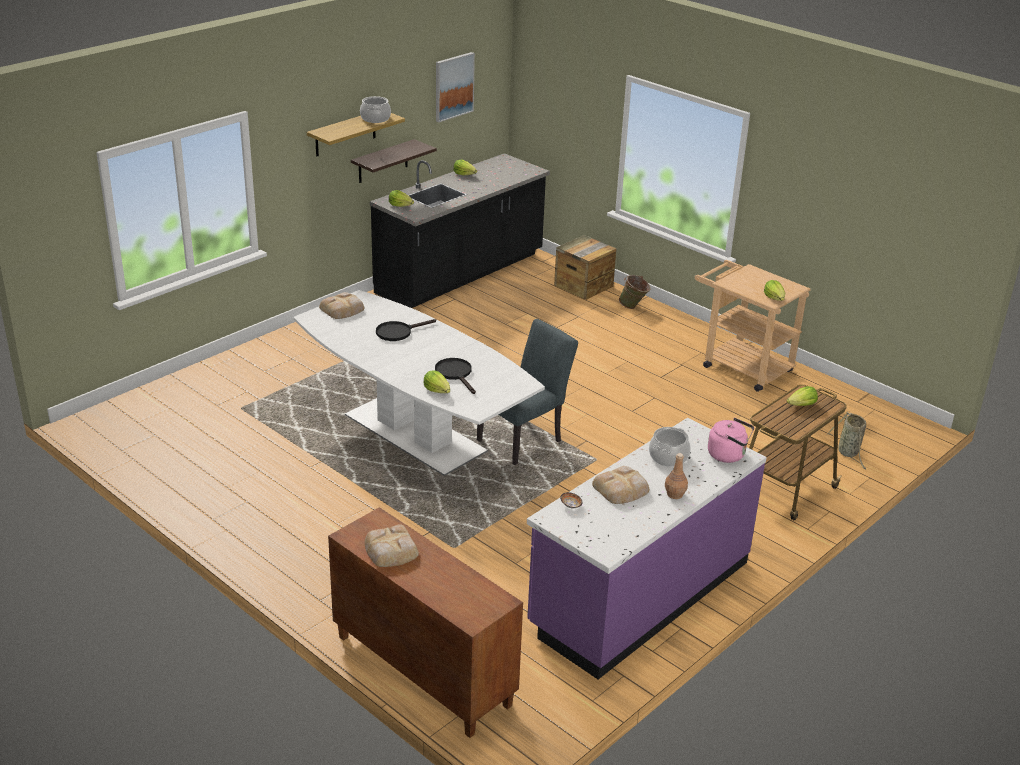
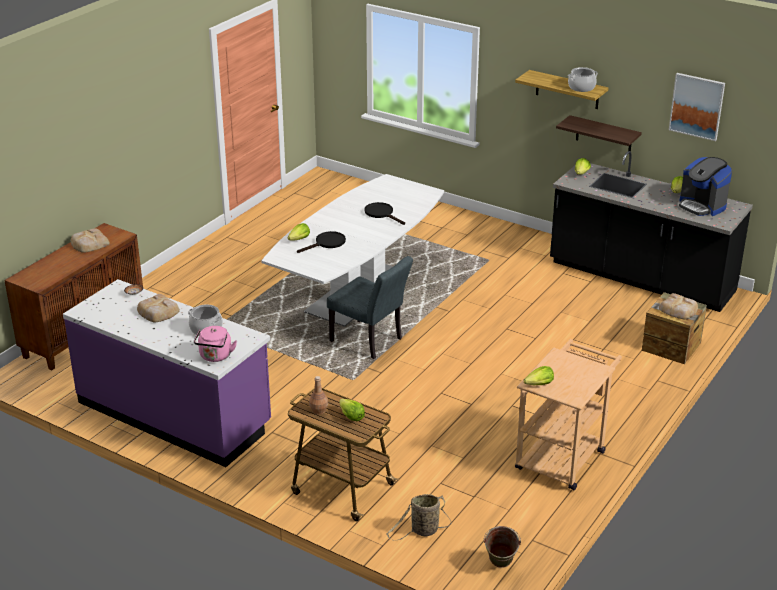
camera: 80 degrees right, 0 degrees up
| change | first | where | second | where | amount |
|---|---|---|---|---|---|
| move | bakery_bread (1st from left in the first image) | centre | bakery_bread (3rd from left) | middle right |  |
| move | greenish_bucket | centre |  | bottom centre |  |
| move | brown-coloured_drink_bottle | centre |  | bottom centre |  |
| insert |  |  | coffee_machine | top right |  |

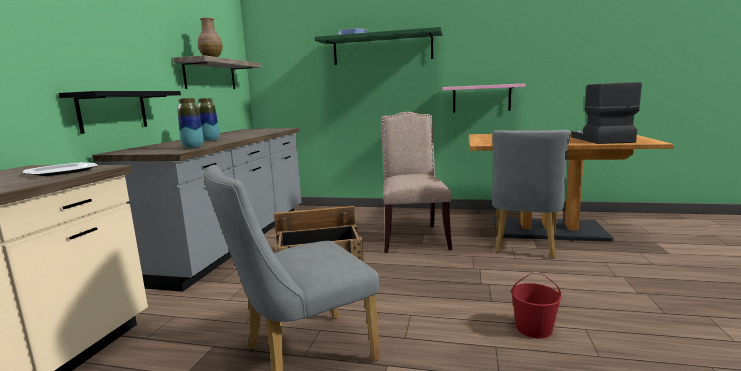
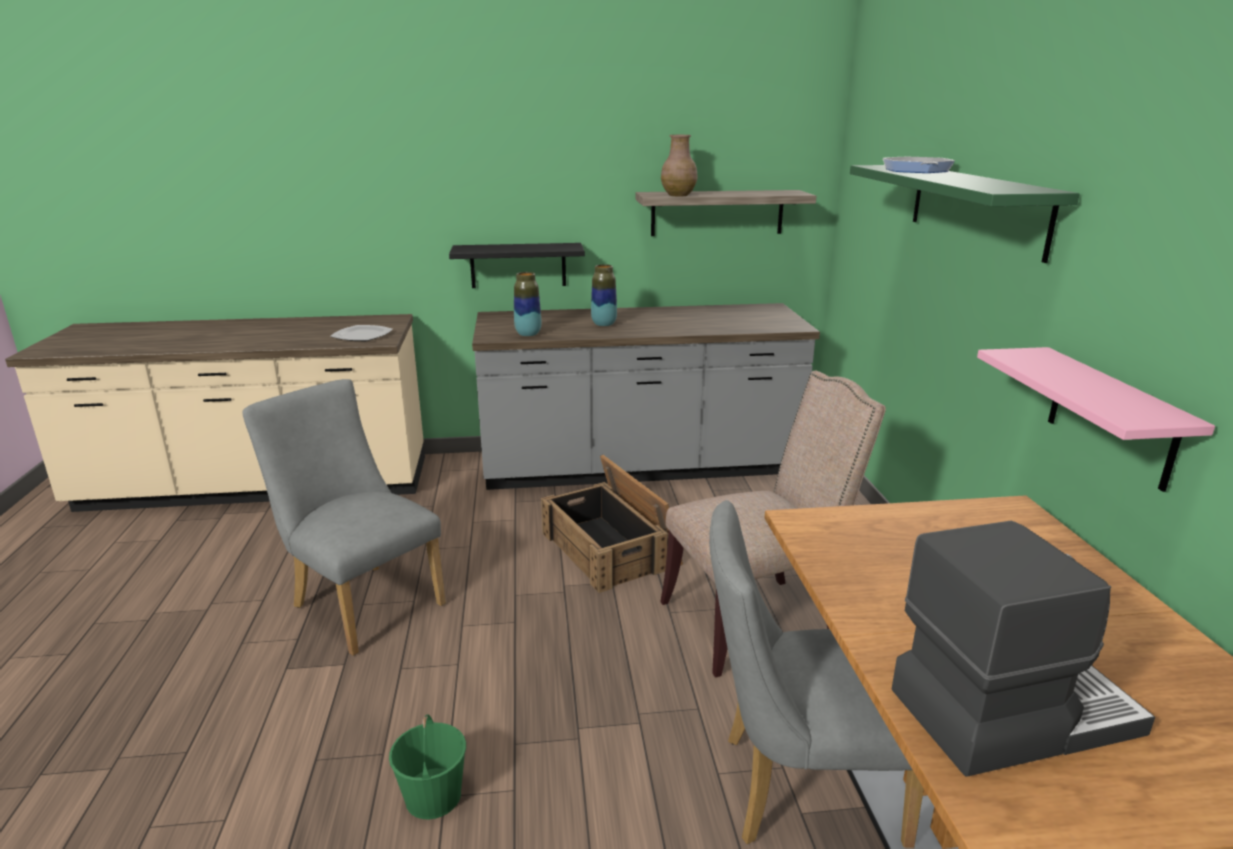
camera: 70 degrees right, 10 degrees up
| change | first | where | second | where | amount |
|---|---|---|---|---|---|
| recolor | red-coloured_bucket | bottom right | greenish_bucket | bottom centre |  |

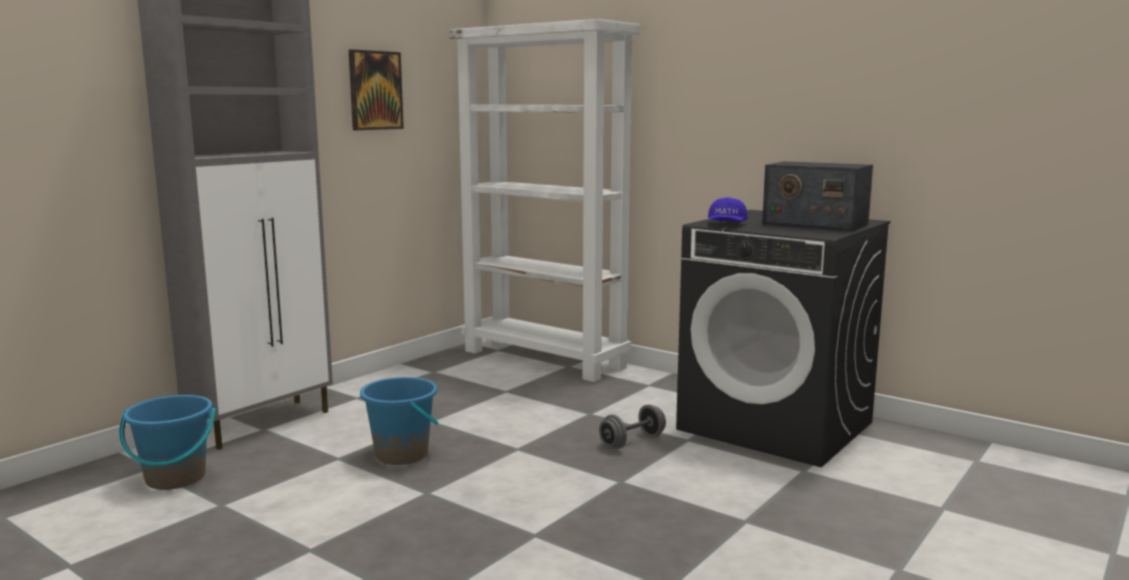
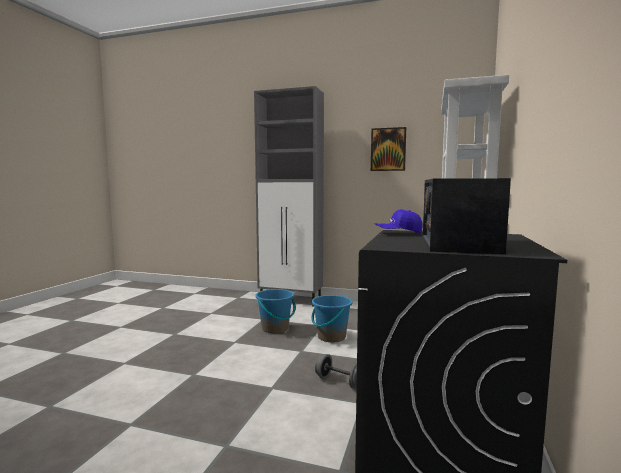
camera: 70 degrees right, 5 degrees down
| change | first | where | second | where | amount |
|---|---|---|---|---|---|
| move | blue_bucket (1st from left in the first image) | bottom left | blue_bucket (2nd from left) | bottom centre |  |

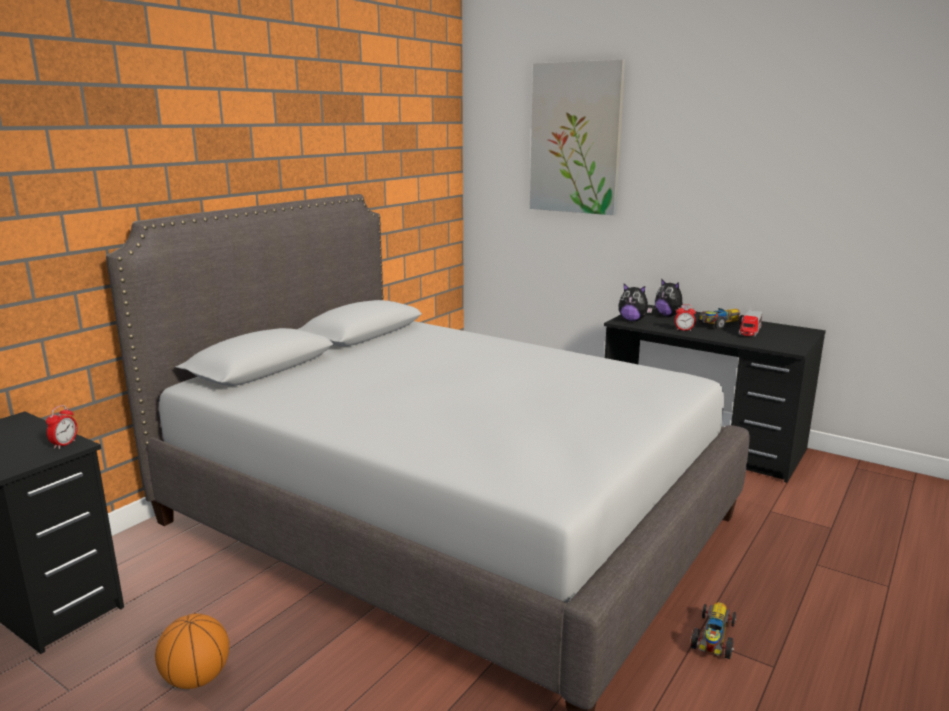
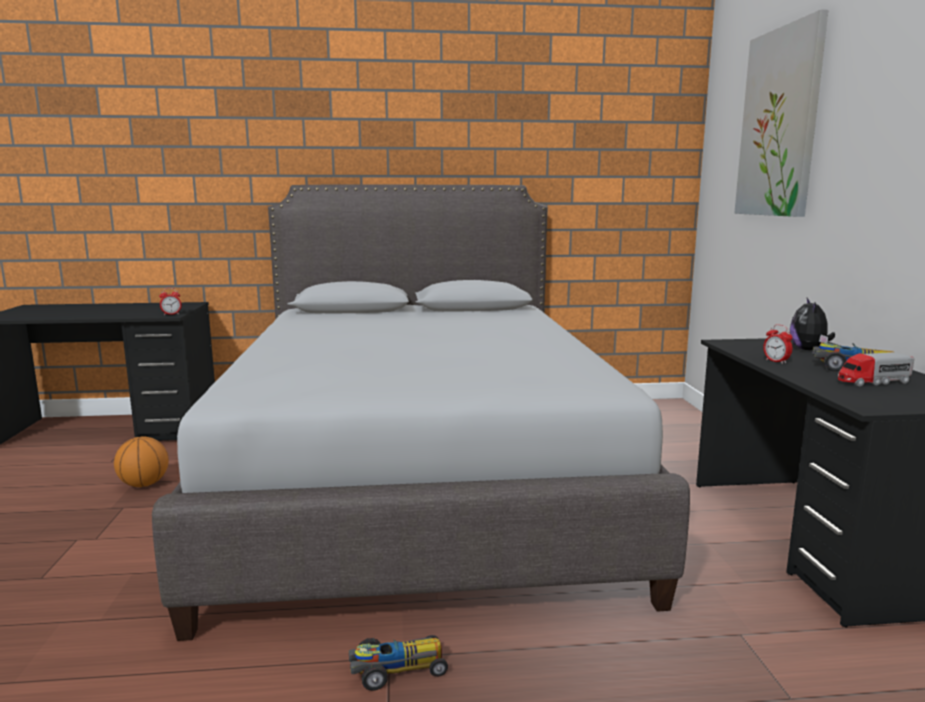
camera: 50 degrees right, 5 degrees down
| change | first | where | second | where | amount |
|---|---|---|---|---|---|
| delete | soft_toy (1st from left) | middle right |  |  |  |

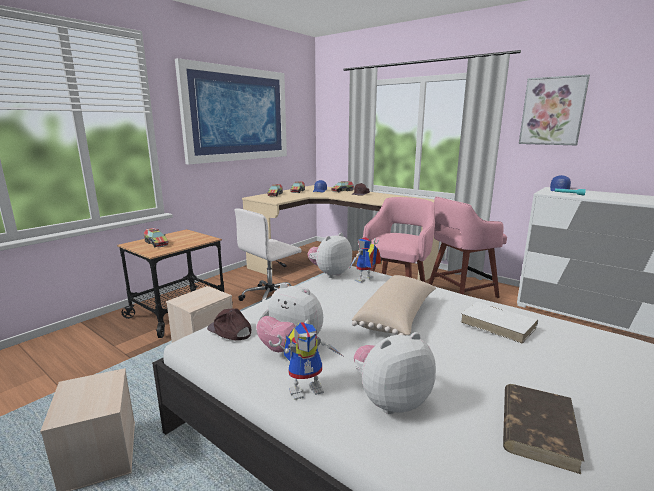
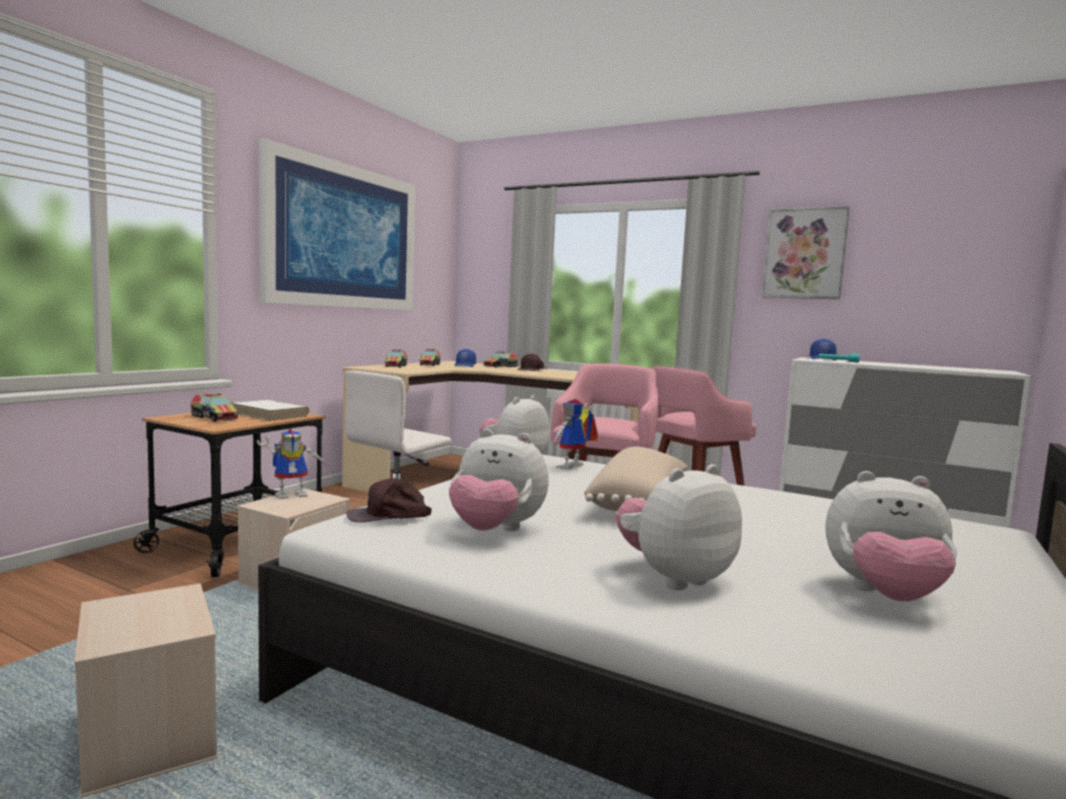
camera: 10 degrees left, 10 degrees down
| change | first | where | second | where | amount |
|---|---|---|---|---|---|
| rotate | brown-coloured_cap (1st from left) | centre |  | centre | 45 degrees counterclockwise |
| move | robot_figure (1st from left) | bottom centre |  | middle left |  |
| move | white_volume | middle right |  | middle left |  |
| replace | brown-coloured_volume | bottom right | soft_toy (4th from left) | bottom right |  |

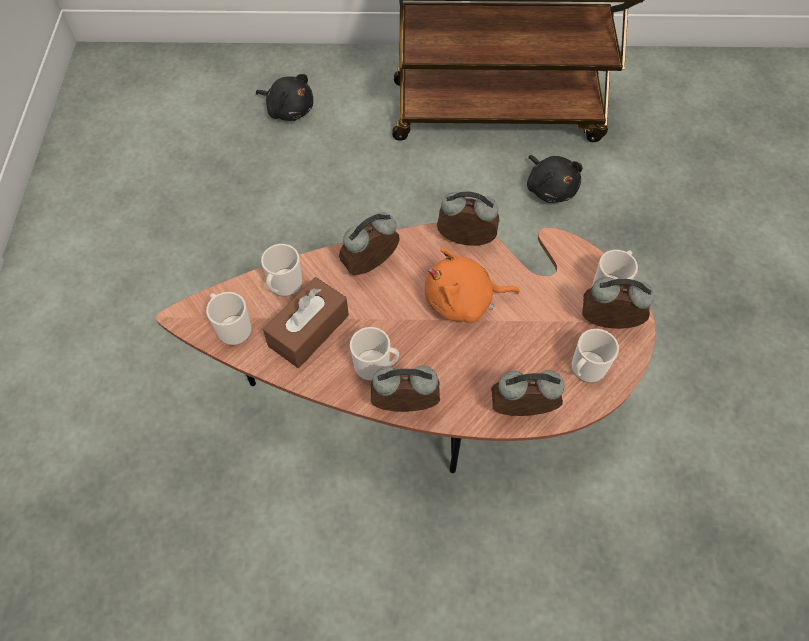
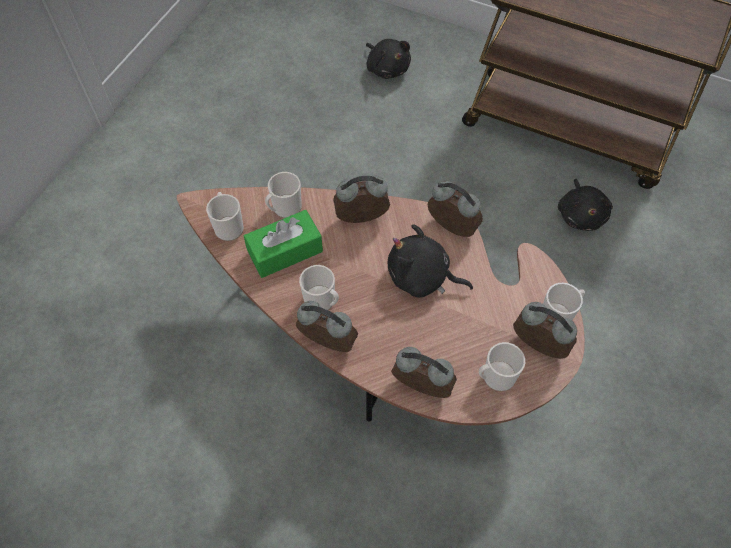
camera: 25 degrees right, 0 degrees up
| change | first | where | second | where | amount |
|---|---|---|---|---|---|
| recolor | brown-coloured_tissue_holder | centre | greenish_tissue_holder | centre |  |
| recolor | orange_soft_toy | centre | black-coloured_soft_toy (2nd from left) | centre |  |

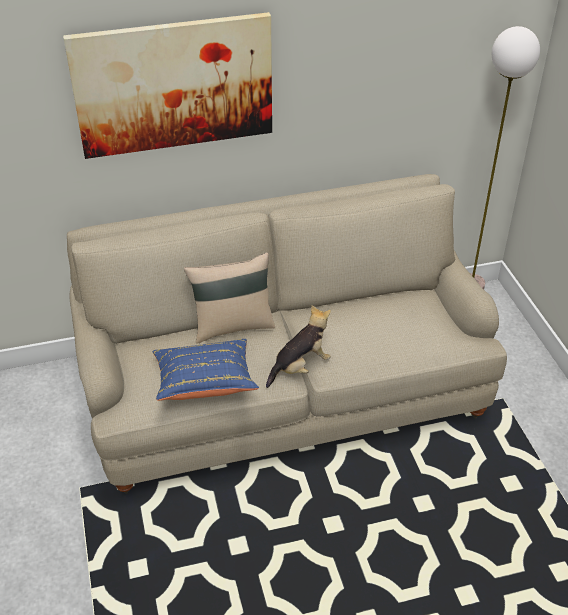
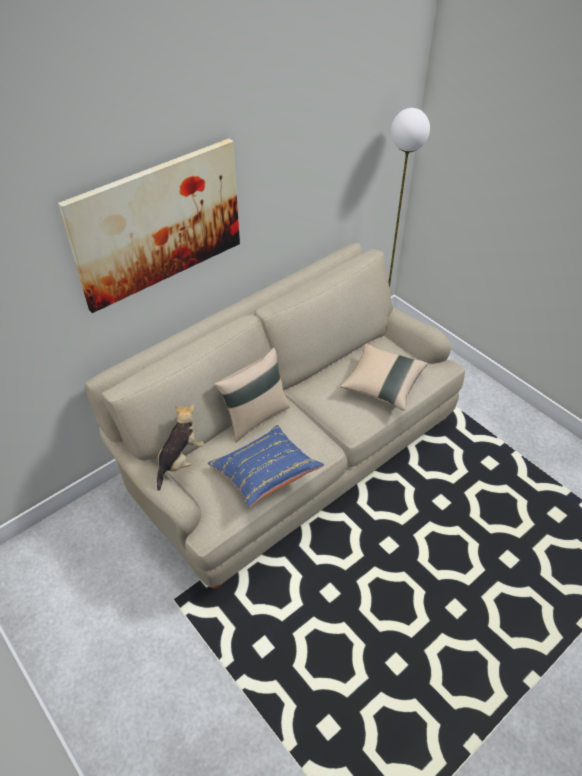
camera: 25 degrees left, 5 degrees up
| change | first | where | second | where | amount |
|---|---|---|---|---|---|
| move | soft_toy | centre |  | middle left |  |
| insert |  |  | sand-coloured_pillow (2nd from left) | centre |  |

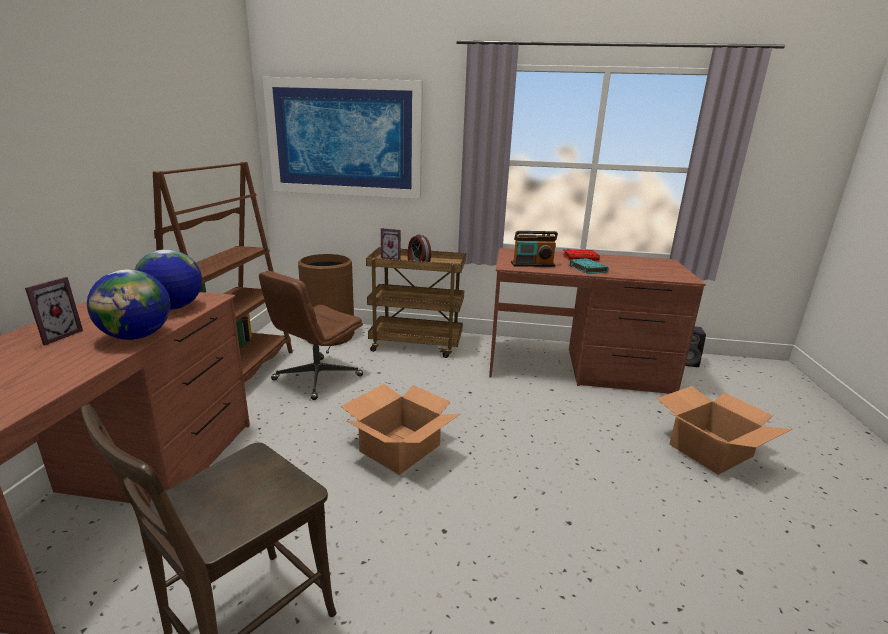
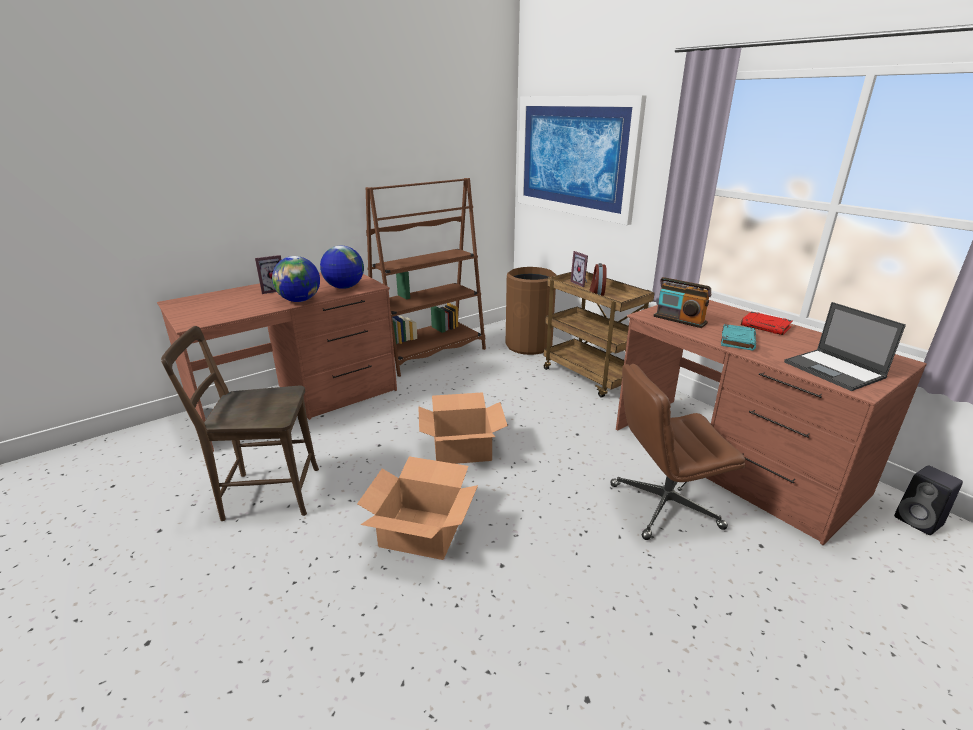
camera: 45 degrees right, 5 degrees up
| change | first | where | second | where | amount |
|---|---|---|---|---|---|
| move | brown-coloured_computer_chair | centre |  | middle right |  |
| move | carton (2nd from left in the first image) | bottom right | carton (1st from left) | bottom centre |  |
| insert |  |  | laptop | middle right |  |

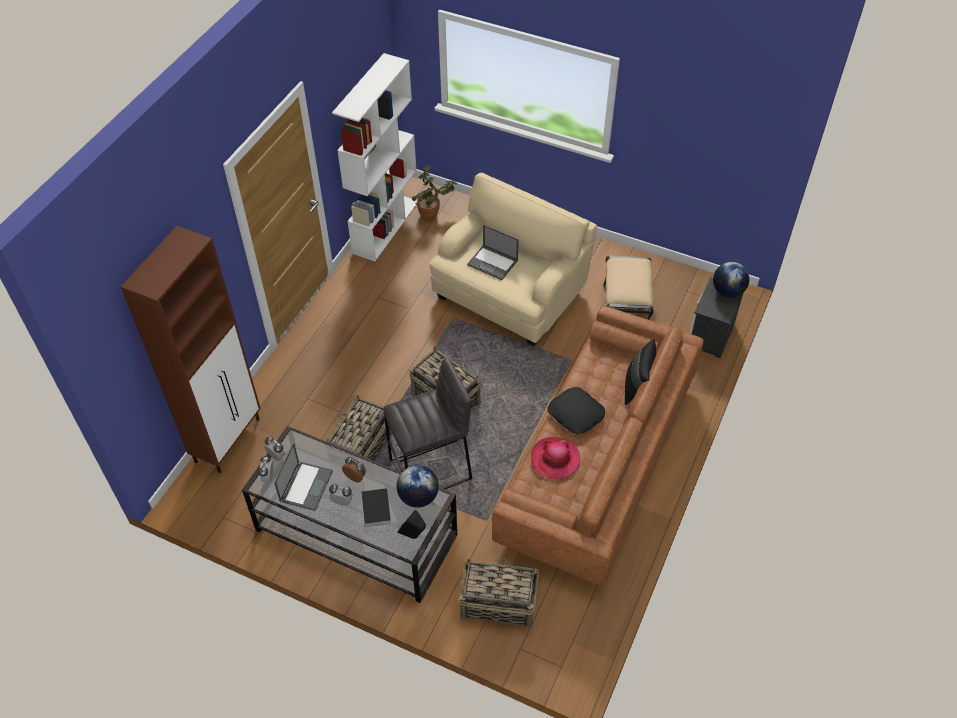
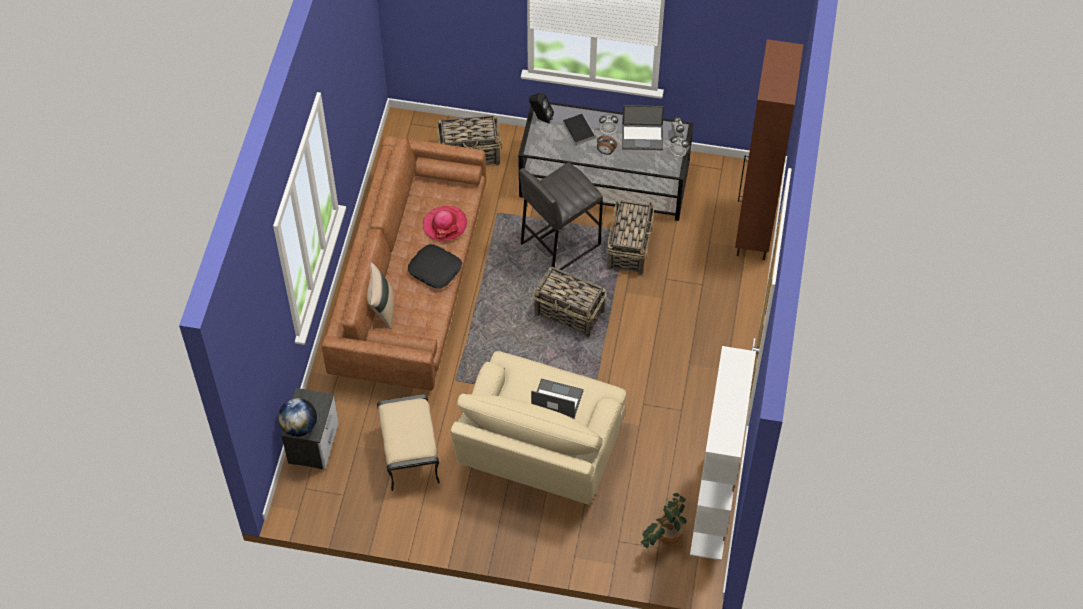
camera: 165 degrees right, 5 degrees up
| change | first | where | second | where | amount |
|---|---|---|---|---|---|
| rotate | laptop (1st from left in the first image) | middle left | laptop (2nd from left) | top centre | 90 degrees counterclockwise |
| delete | world_globe (1st from left) | bottom centre |  |  |  |
| recolor | black-coloured_pillow (2nd from left) | middle right | sand-coloured_pillow | centre |  |

